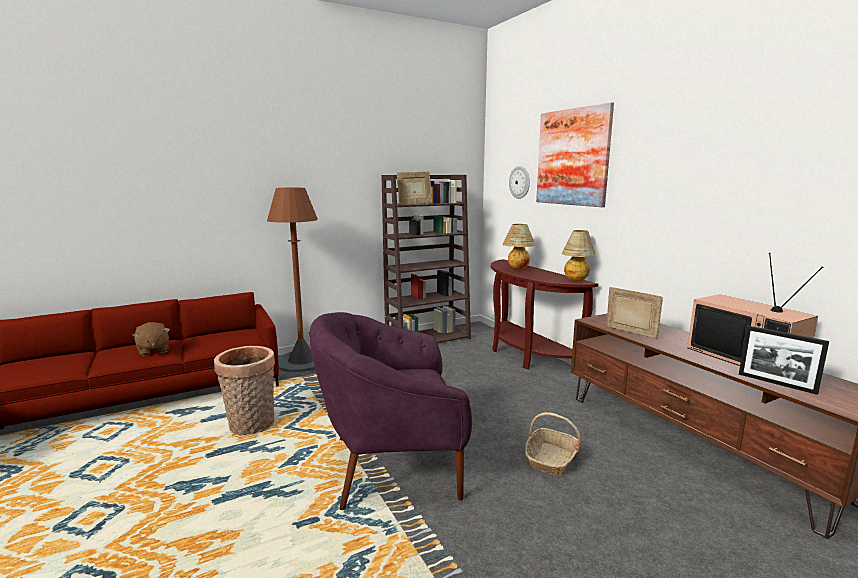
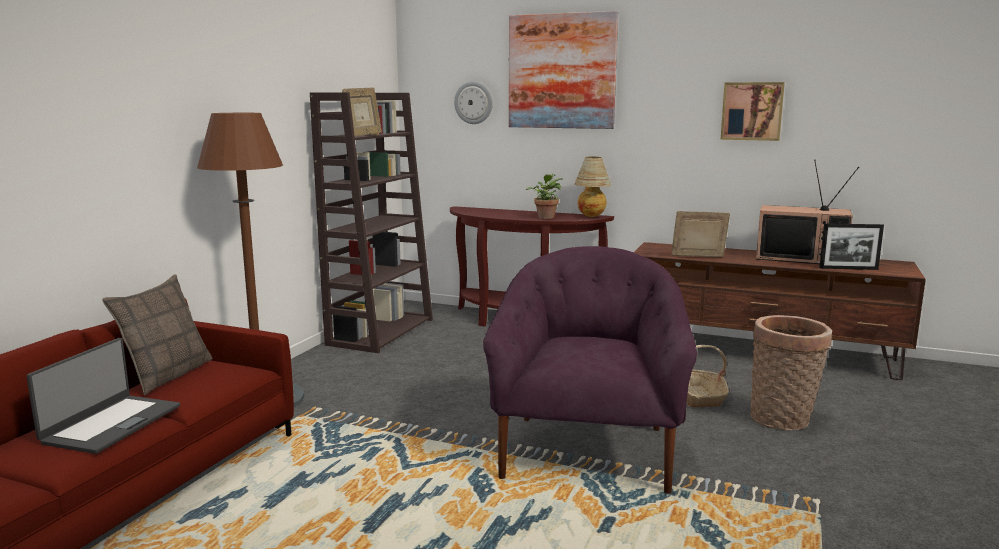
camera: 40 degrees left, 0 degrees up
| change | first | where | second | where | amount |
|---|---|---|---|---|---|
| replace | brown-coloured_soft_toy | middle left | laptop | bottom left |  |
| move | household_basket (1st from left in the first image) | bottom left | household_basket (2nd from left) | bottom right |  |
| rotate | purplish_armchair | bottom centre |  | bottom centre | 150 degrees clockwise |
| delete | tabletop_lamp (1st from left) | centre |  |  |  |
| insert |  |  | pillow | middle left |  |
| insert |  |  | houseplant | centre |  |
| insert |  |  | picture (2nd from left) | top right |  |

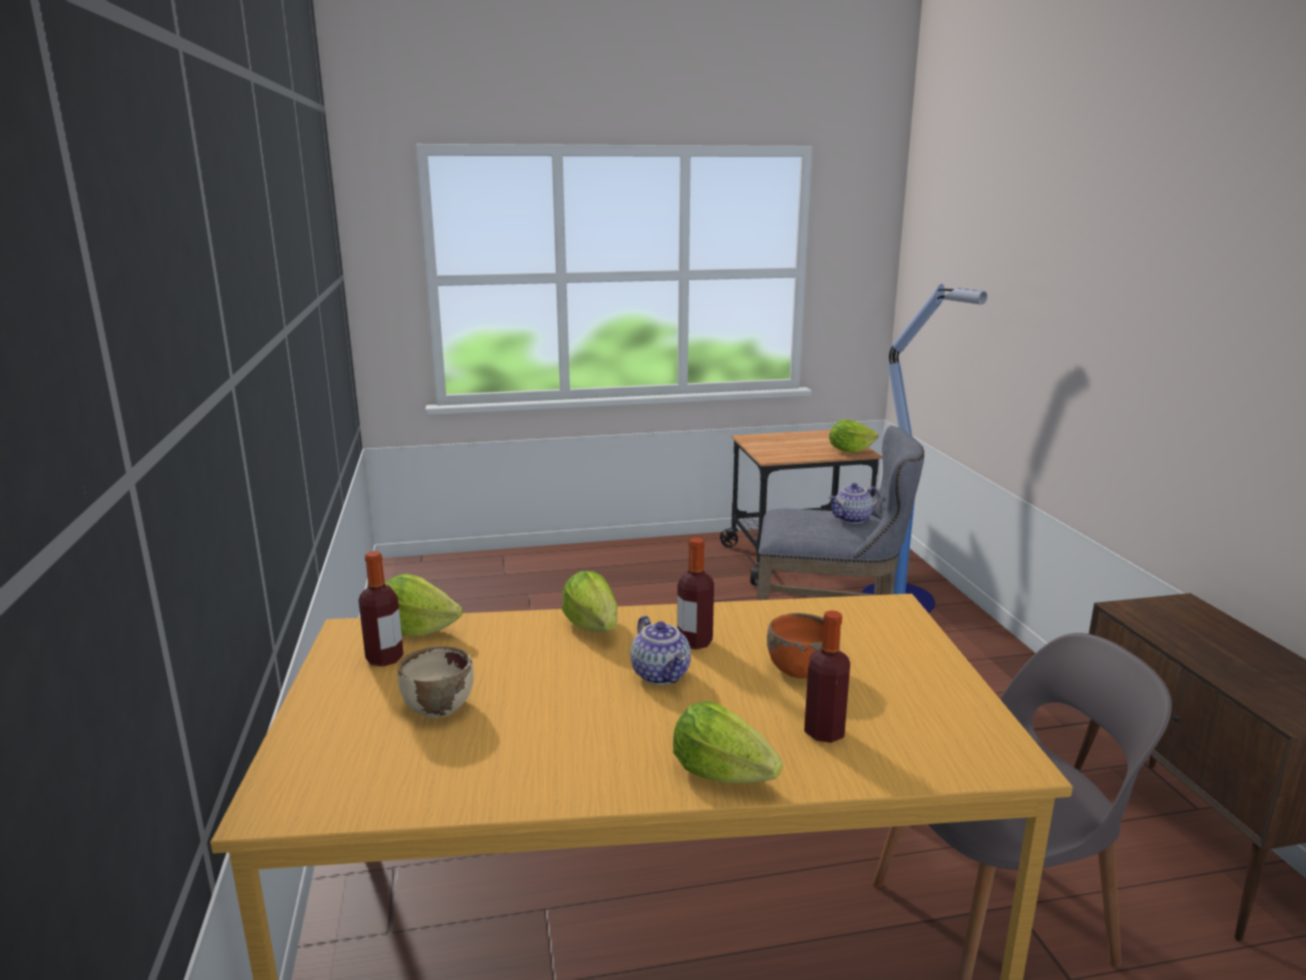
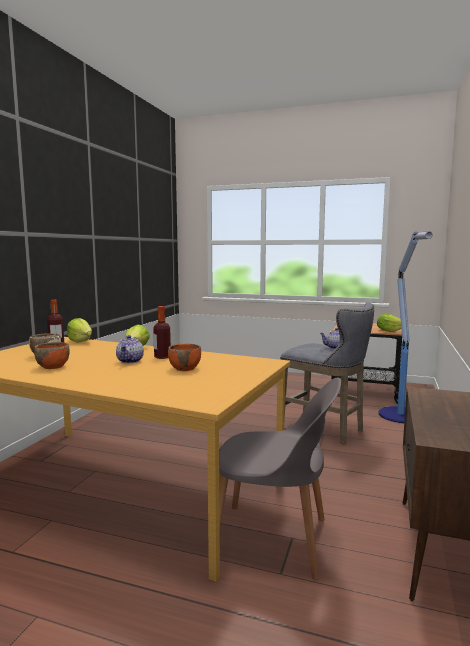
camera: 30 degrees right, 10 degrees down
| change | first | where | second | where | amount |
|---|---|---|---|---|---|
| delete | lettuce_head (3rd from left) | bottom centre |  |  |  |
| delete | drink_bottle (3rd from left) | bottom centre |  |  |  |
| insert |  |  | orange_deep_dish (1st from left) | middle left |  |

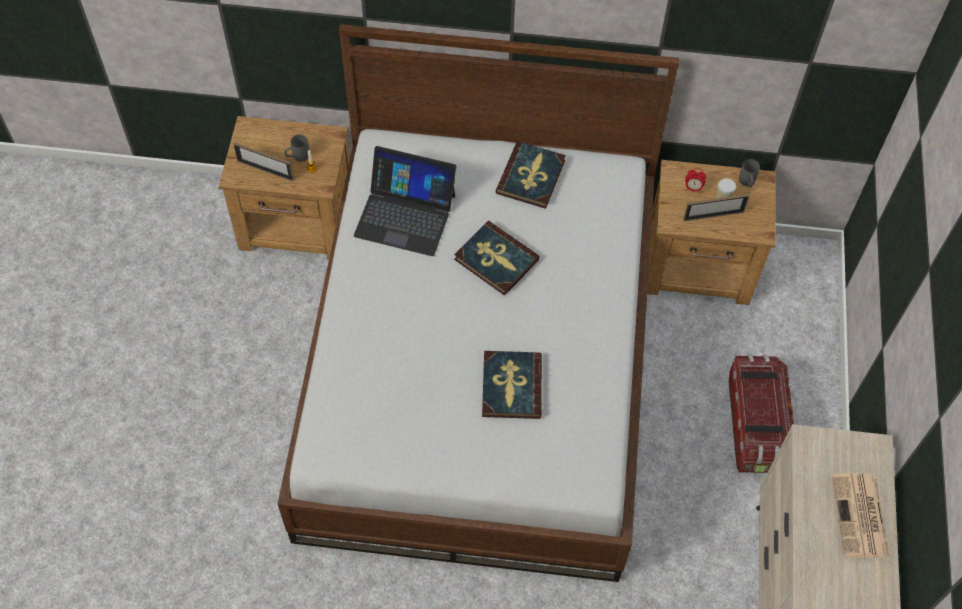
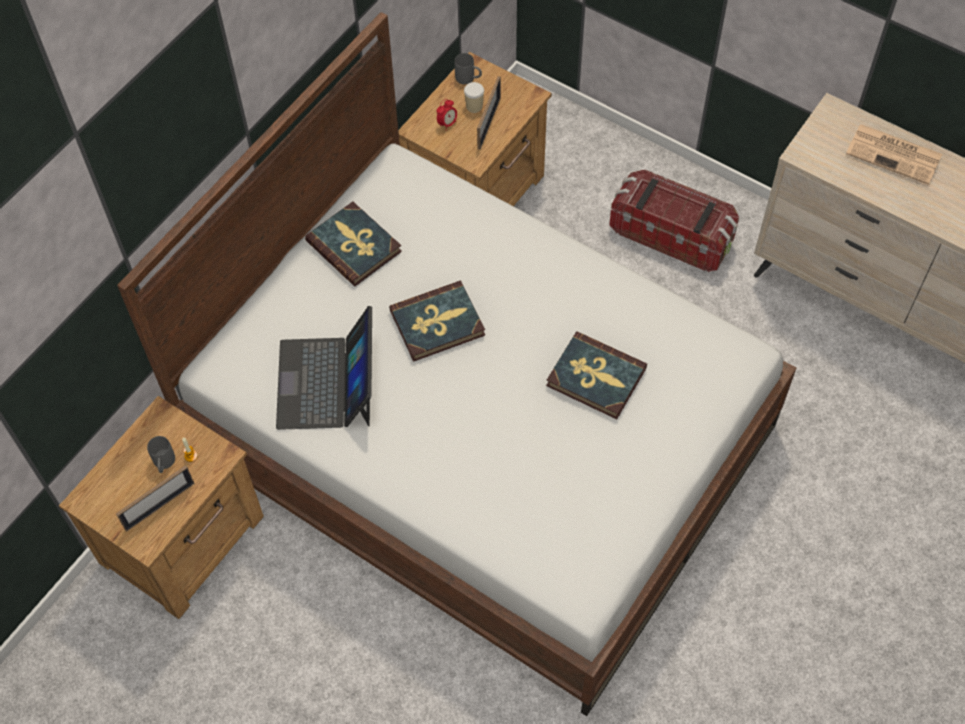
camera: 60 degrees left, 0 degrees up
| change | first | where | second | where | amount |
|---|---|---|---|---|---|
| rotate | laptop | top centre |  | centre | 135 degrees clockwise |

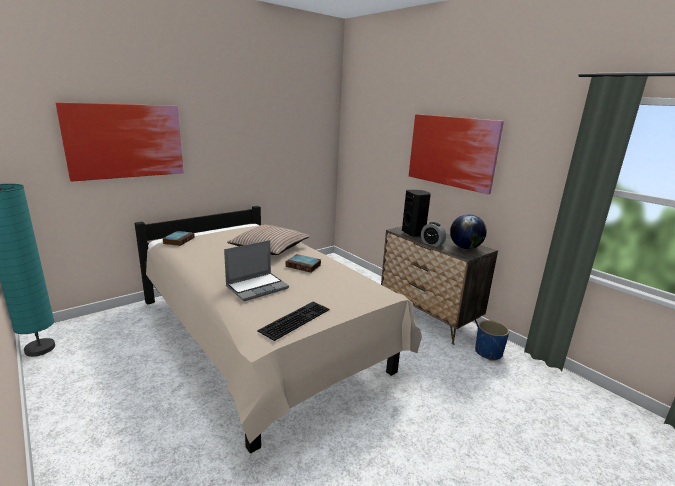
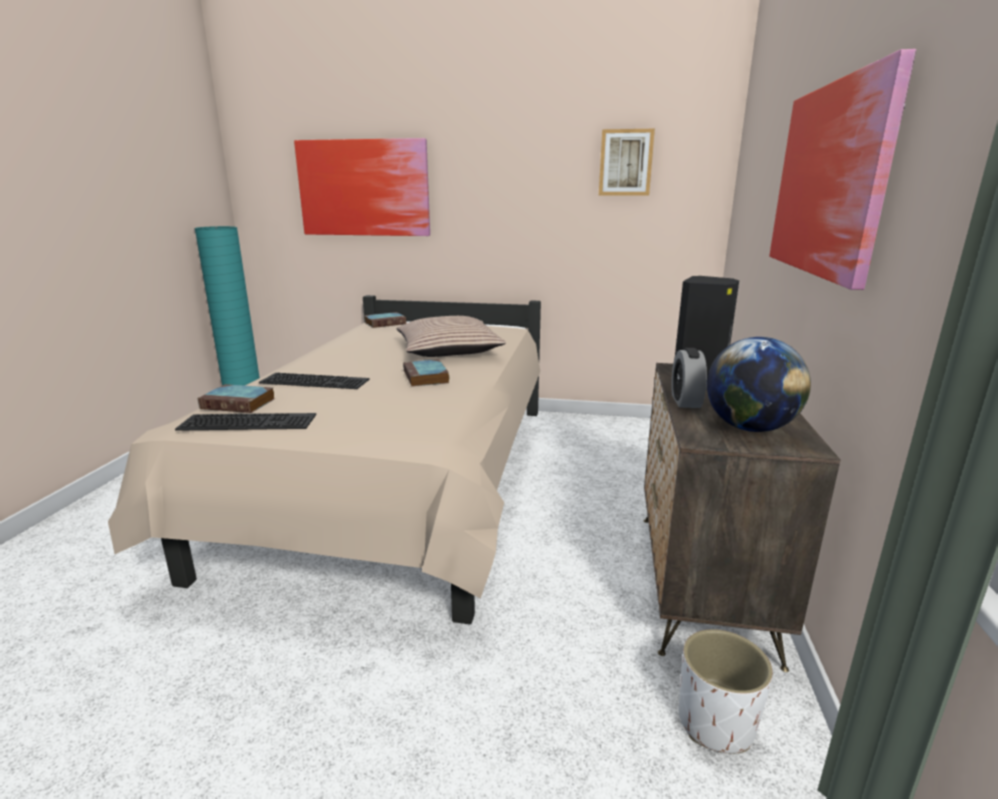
camera: 50 degrees right, 0 degrees up
| change | first | where | second | where | amount |
|---|---|---|---|---|---|
| replace | laptop | centre | computer_keyboard (2nd from left) | middle left |  |
| recolor | blue_planter | bottom right | white_planter | bottom right |  |
| insert |  |  | volume (1st from left) | middle left |  |
| insert |  |  | picture (2nd from left) | top centre |  |

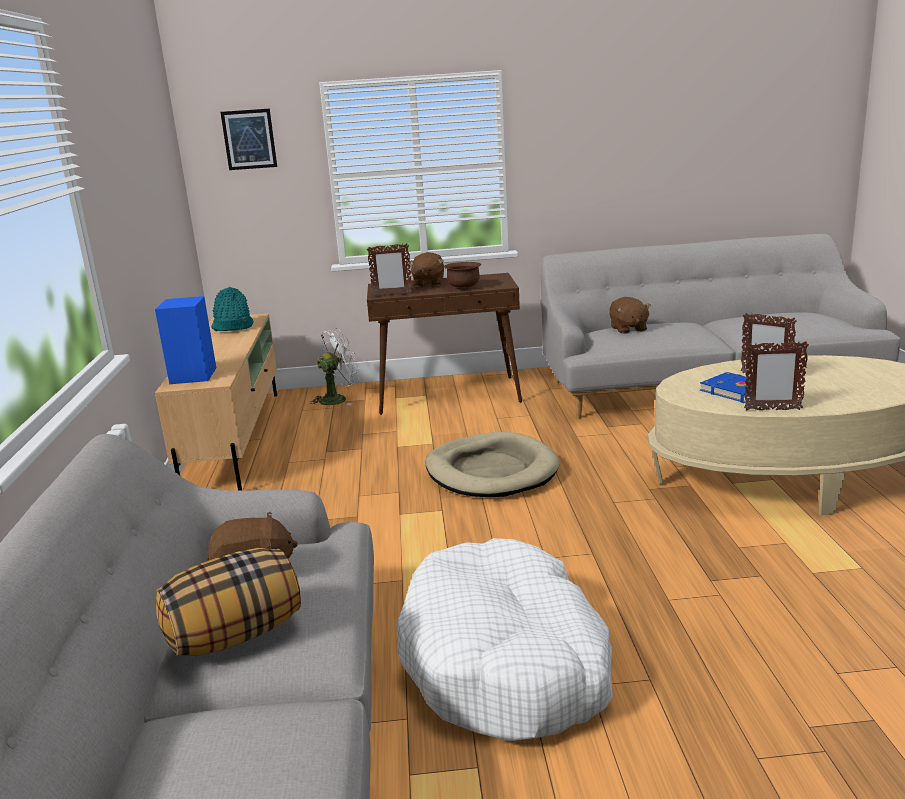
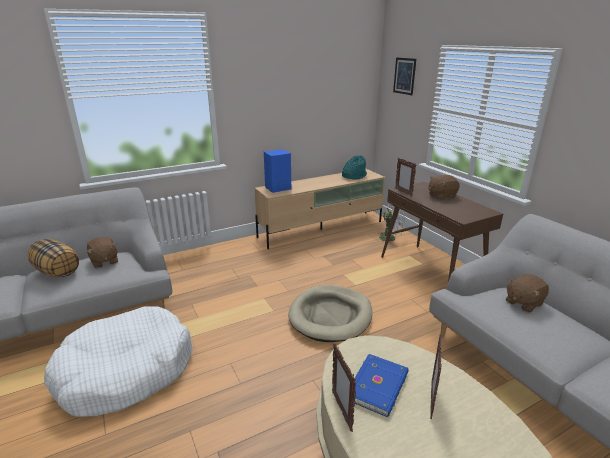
camera: 65 degrees right, 5 degrees up
| change | first | where | second | where | amount |
|---|---|---|---|---|---|
| delete | brown-coloured_deep_dish | centre |  |  |  |

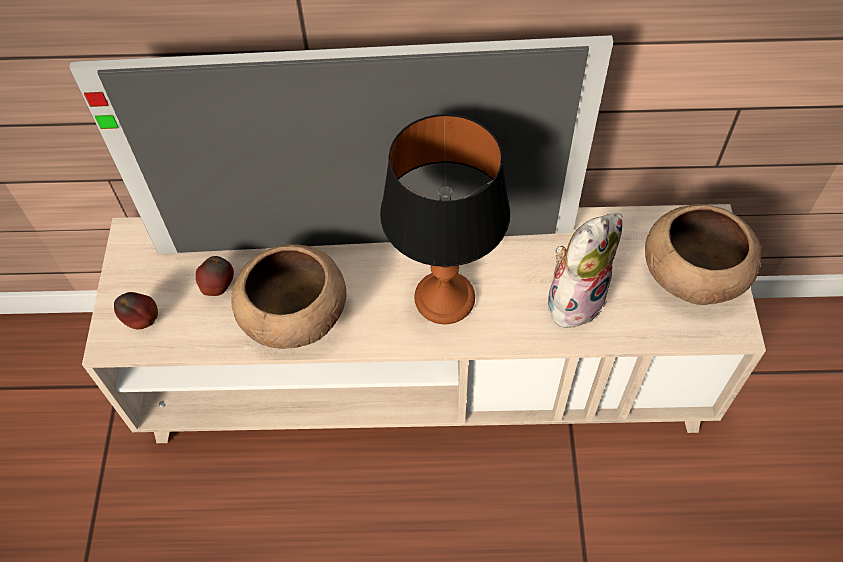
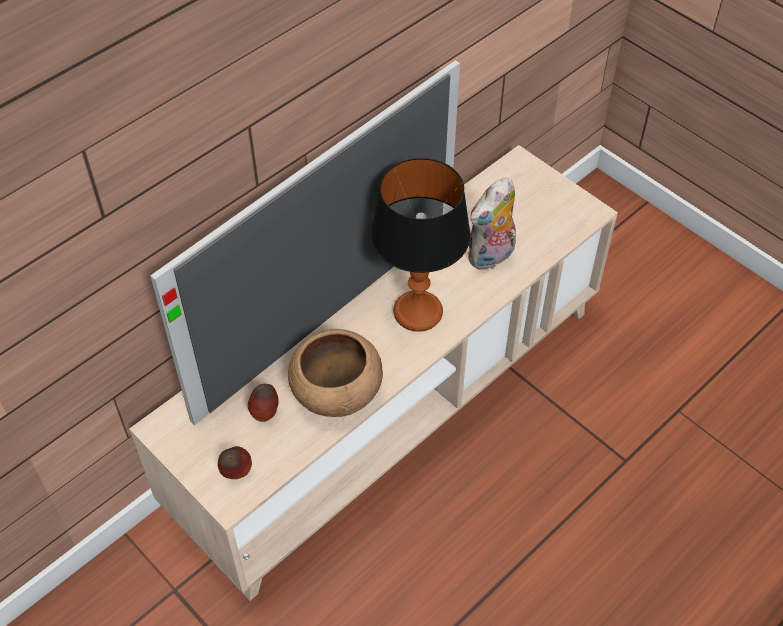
camera: 45 degrees left, 5 degrees down
| change | first | where | second | where | amount |
|---|---|---|---|---|---|
| rotate | soft_toy | middle right |  | centre | 135 degrees counterclockwise |
| delete | brown-coloured_deep_dish (2nd from left) | middle right |  |  |  |

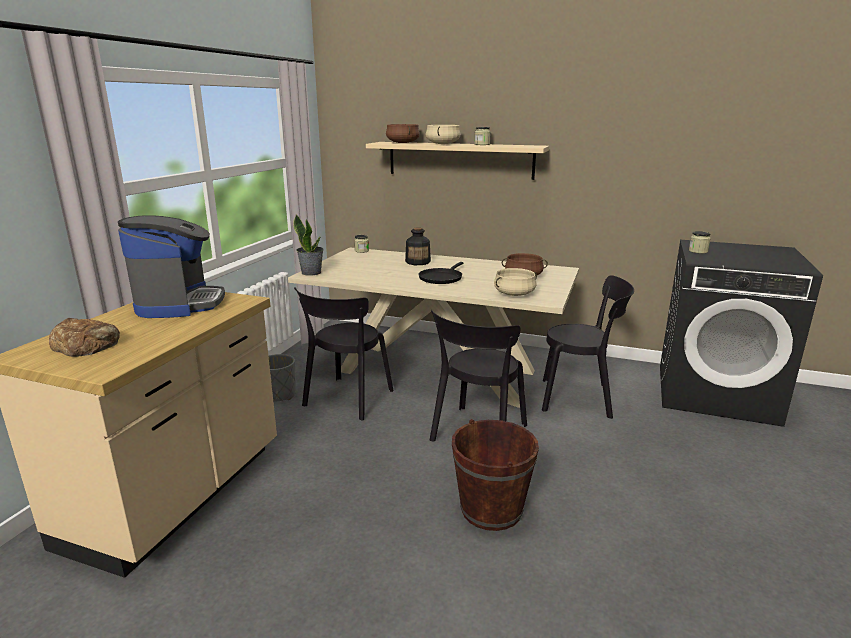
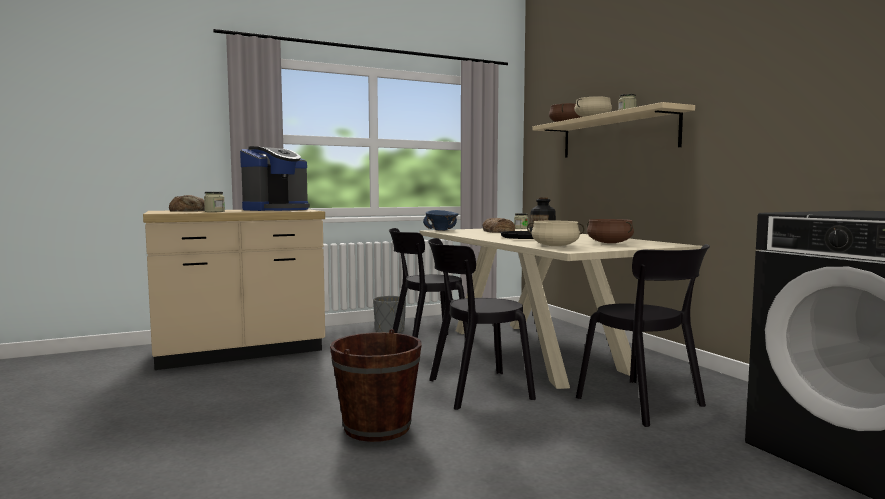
camera: 45 degrees right, 15 degrees down
| change | first | where | second | where | amount |
|---|---|---|---|---|---|
| replace | houseplant | centre | blue_deep_dish | centre |  |
| move | jar (3rd from left in the first image) | middle right | jar (1st from left) | middle left |  |
| insert |  |  | bakery_bread (2nd from left) | centre |  |

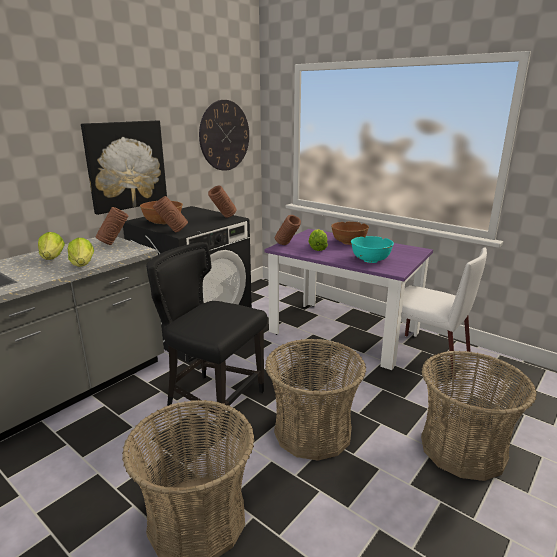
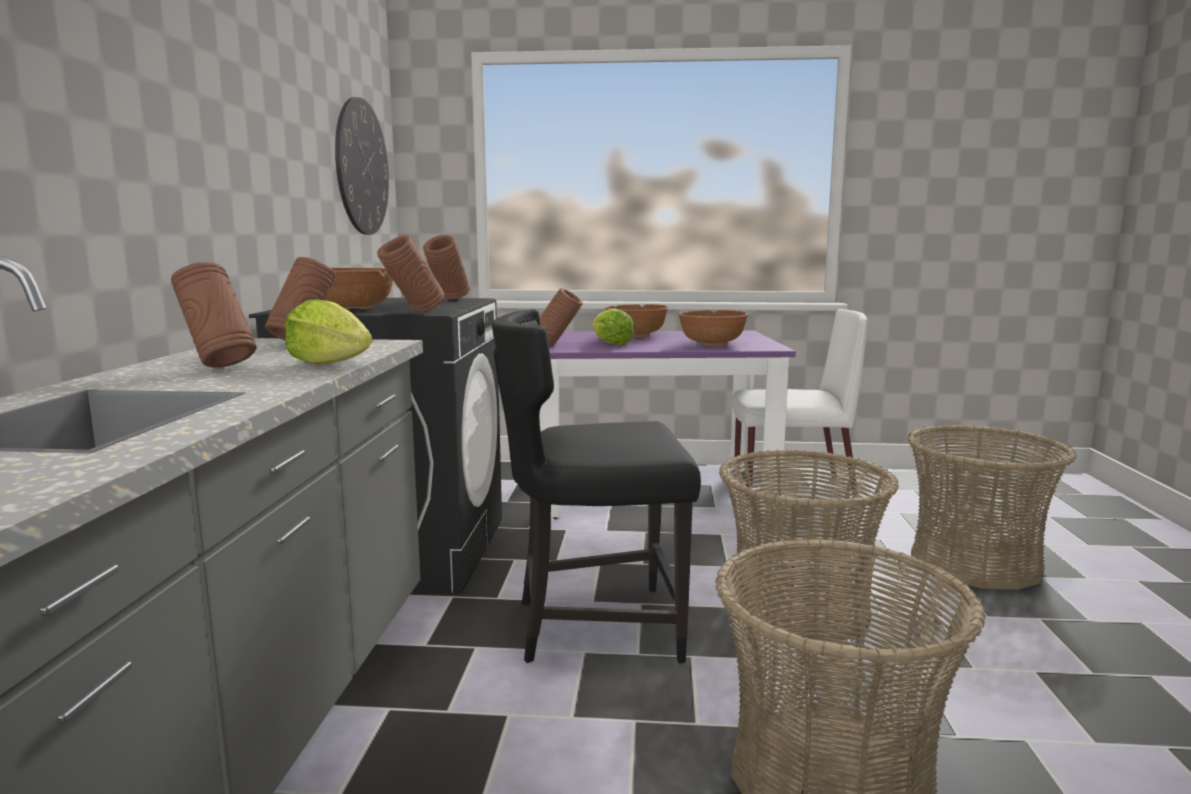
camera: 35 degrees left, 10 degrees down
| change | first | where | second | where | amount |
|---|---|---|---|---|---|
| replace | lettuce_head (1st from left) | middle left | brown-coloured_decorative_vase (1st from left) | middle left |  |
| delete | picture | top left |  |  |  |
| recolor | turquoise_deep_dish | middle right | brown-coloured_deep_dish (3rd from left) | centre |  |

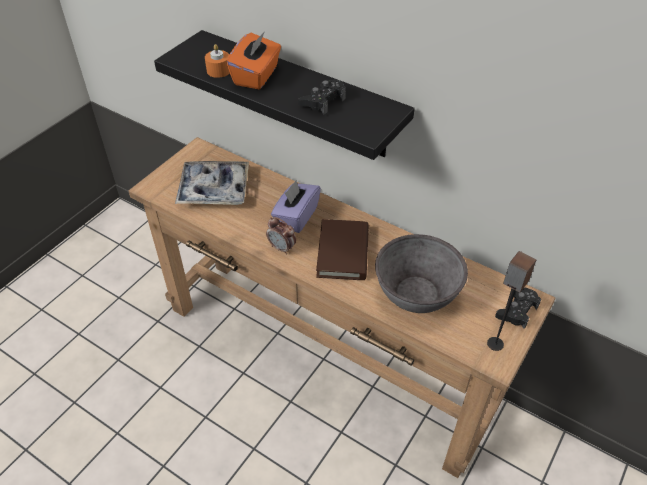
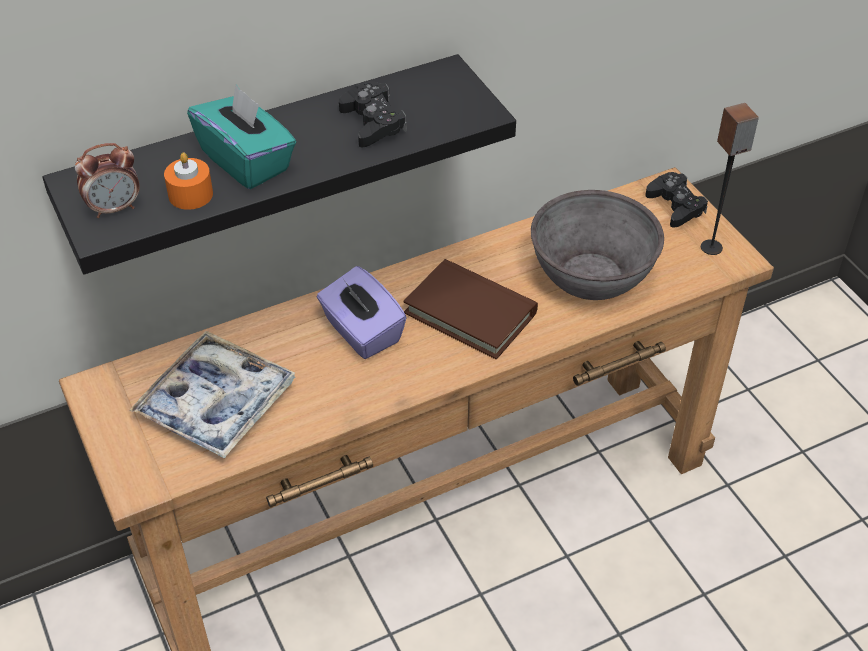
camera: 60 degrees left, 0 degrees up
| change | first | where | second | where | amount |
|---|---|---|---|---|---|
| recolor | orange_tissue_holder | top centre | turquoise_tissue_holder | top left |  |
| move | alarm_clock | centre |  | top left |  |

